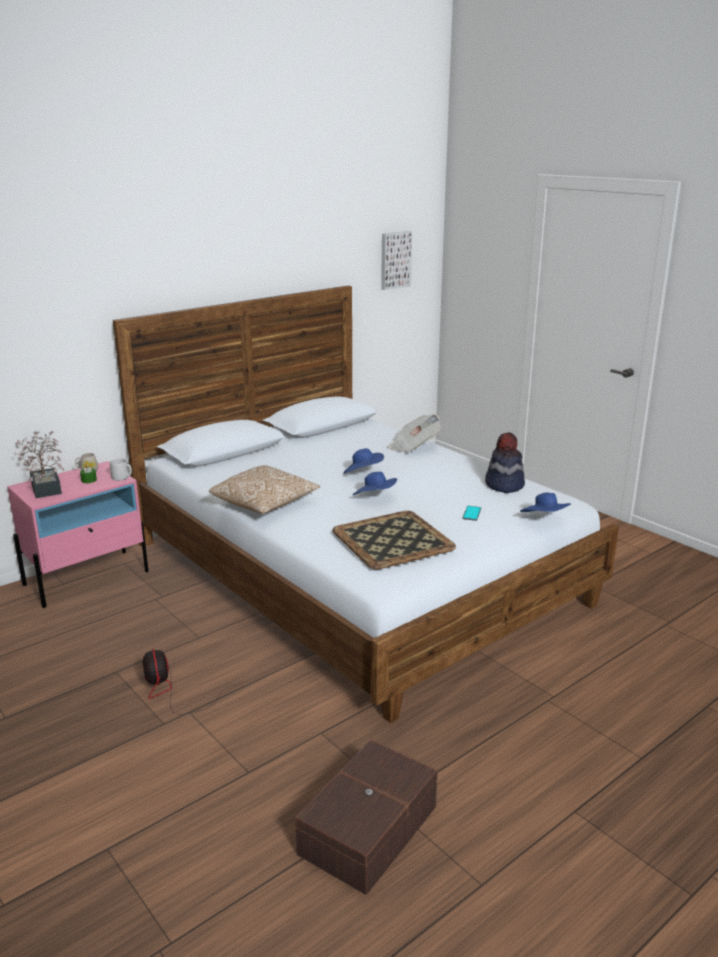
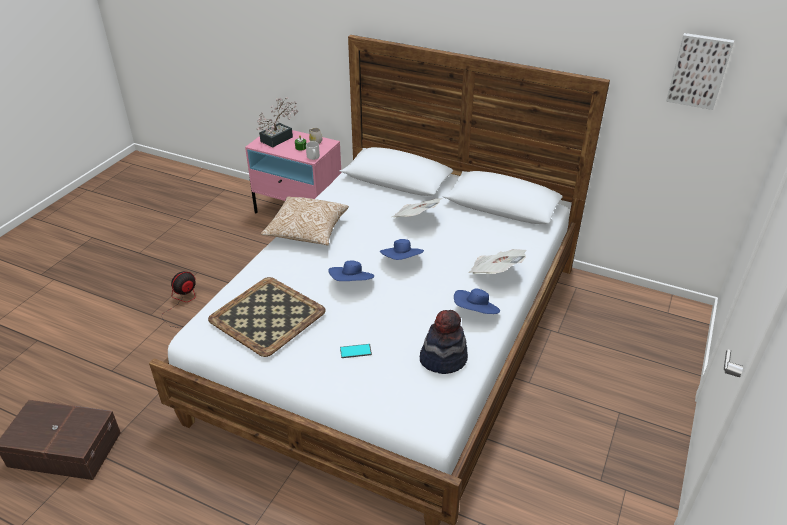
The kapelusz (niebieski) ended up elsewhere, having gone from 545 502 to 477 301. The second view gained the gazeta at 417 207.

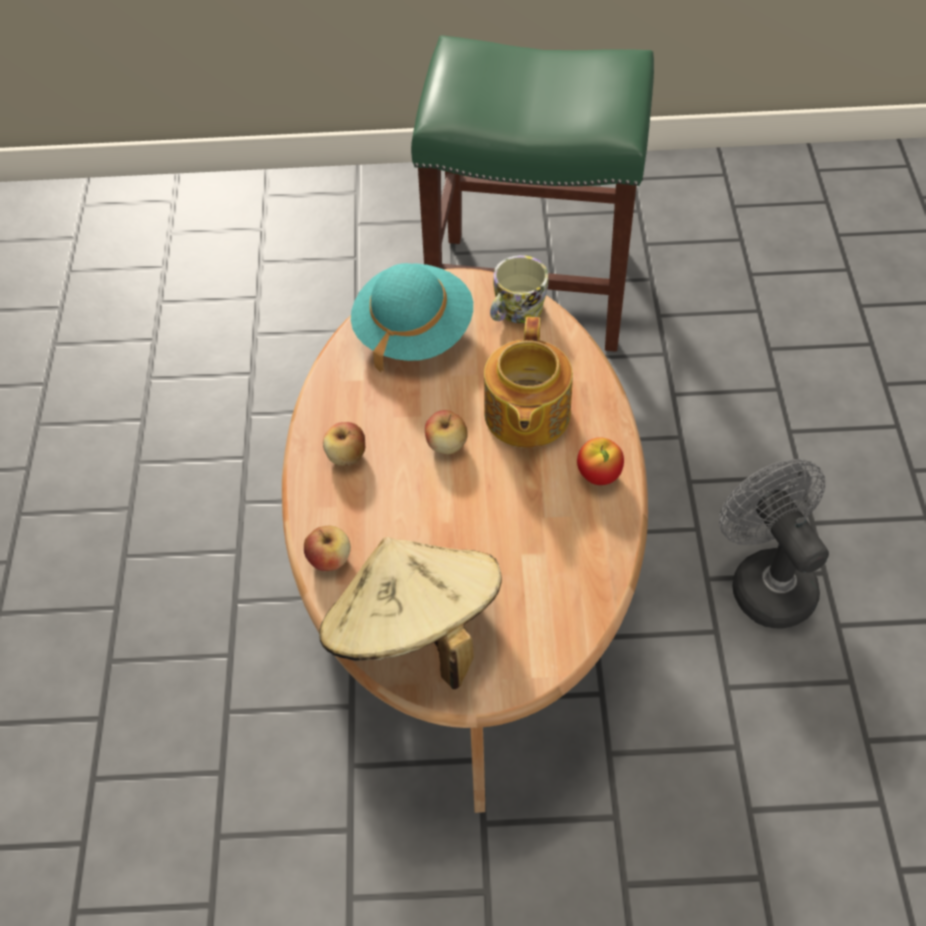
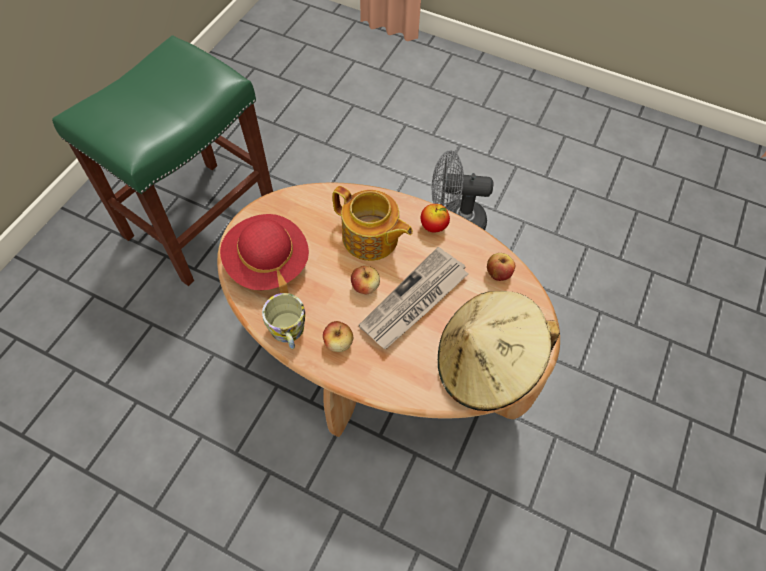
The kubek ended up elsewhere, having gone from 519 289 to 283 321. What was the kapelusz (turkusowy) at 412 317 turned into the kapelusz (czerwony) at 264 253. The jabłko ended up elsewhere, having gone from 327 548 to 501 267. The second view gained the gazeta at 413 298.

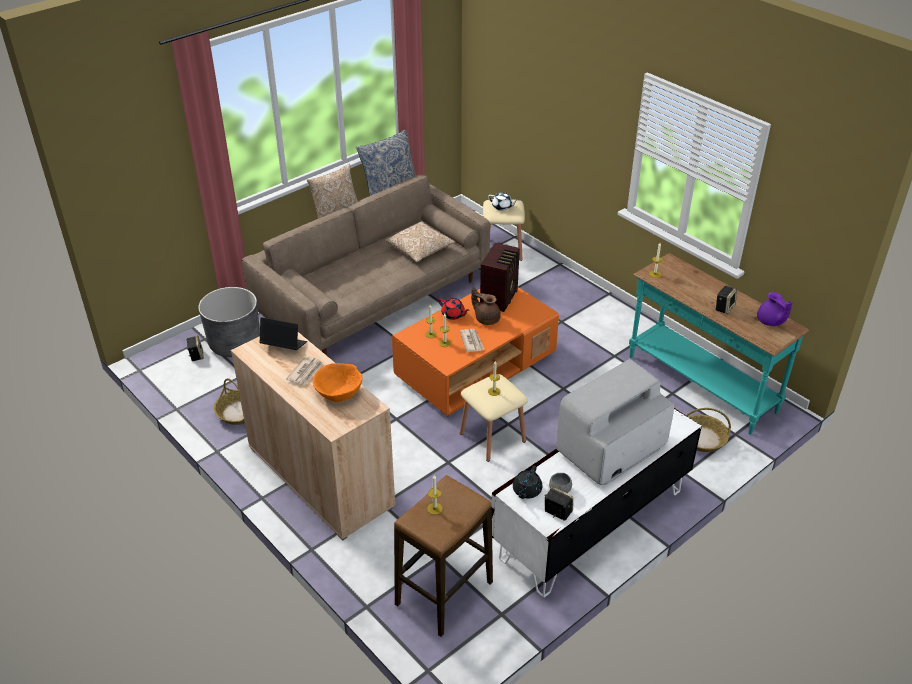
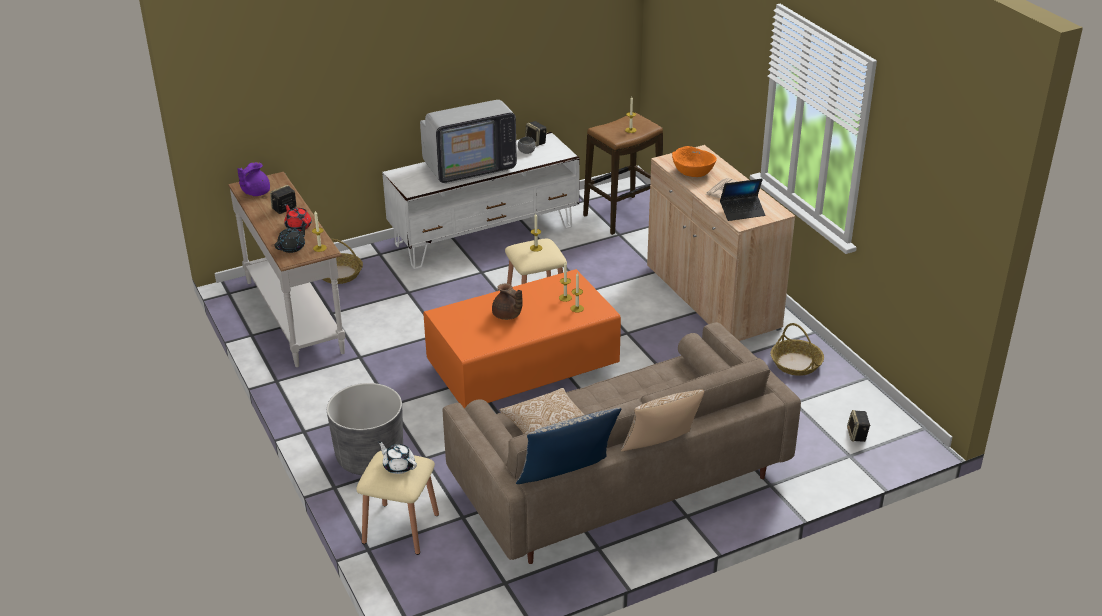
The second view lost the radio at 500 277. What was the stolik konsolowy (turkusowy) at 719 344 turned into the stolik konsolowy (biały) at 286 269. The donica (szary) ended up elsewhere, having gone from 229 322 to 365 429. The imbryk (fioletowy) at 774 309 ended up facing another way, 135 degrees counterclockwise from before. The imbryk (czerwony) ended up elsewhere, having gone from 454 309 to 298 217. The laptop at 283 333 ended up facing another way, 45 degrees counterclockwise from before. The second view lost the gazeta at 472 340. The imbryk (czarny) ended up elsewhere, having gone from 527 482 to 290 238.

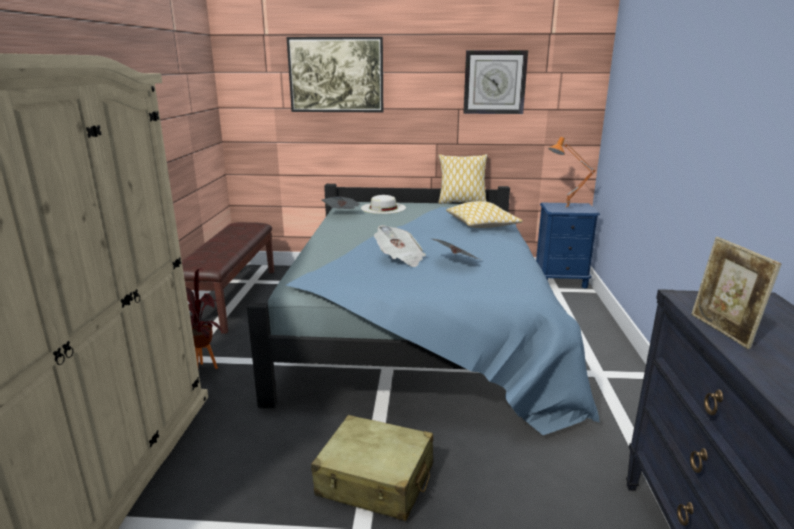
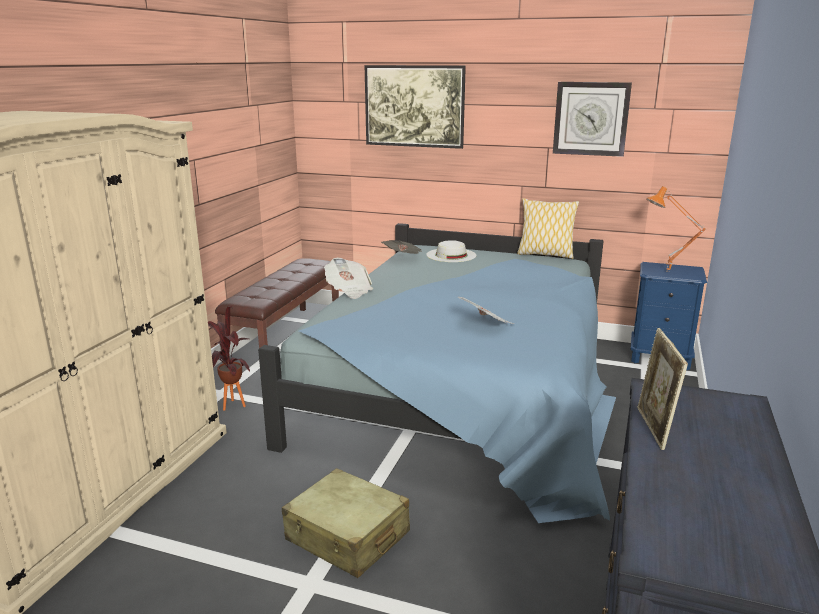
The second view lost the poduszka at 484 214. The gazeta ended up elsewhere, having gone from 400 246 to 348 278.

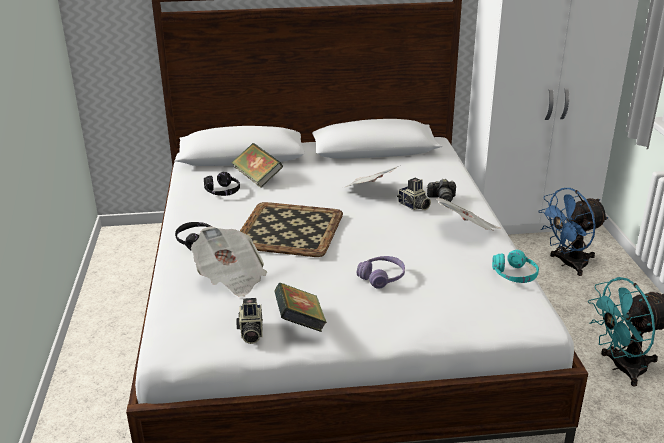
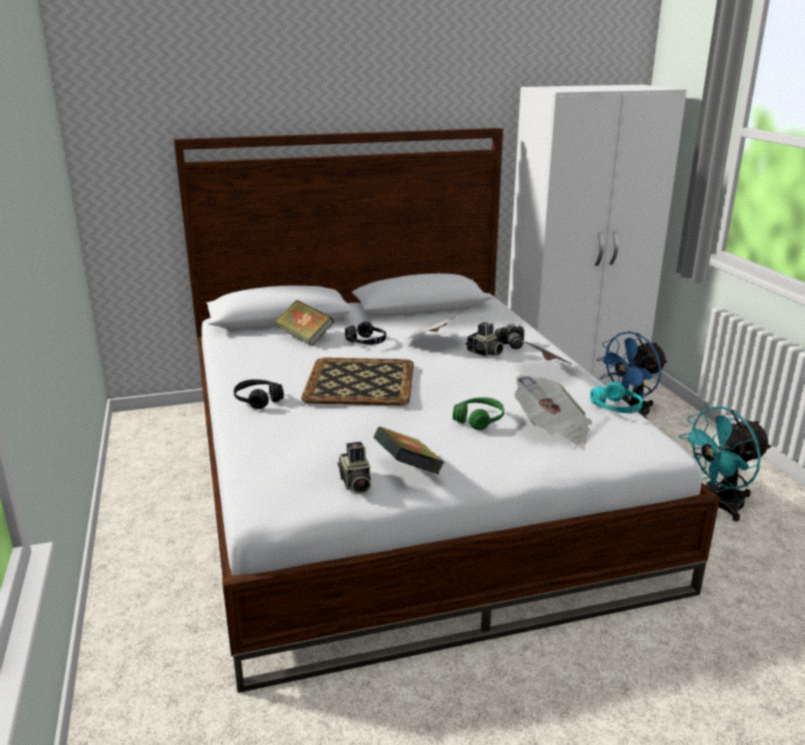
The słuchawki (czarny) ended up elsewhere, having gone from 222 184 to 365 333. The gazeta ended up elsewhere, having gone from 229 261 to 553 411. What was the słuchawki (fioletowy) at 381 272 turned into the słuchawki (zielony) at 478 413.

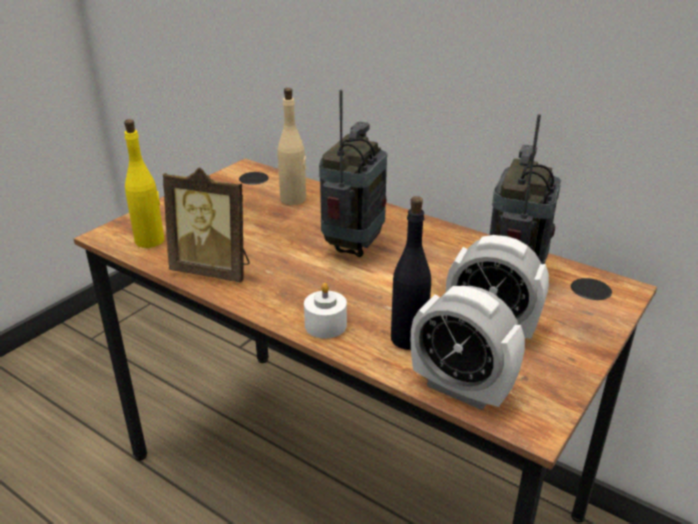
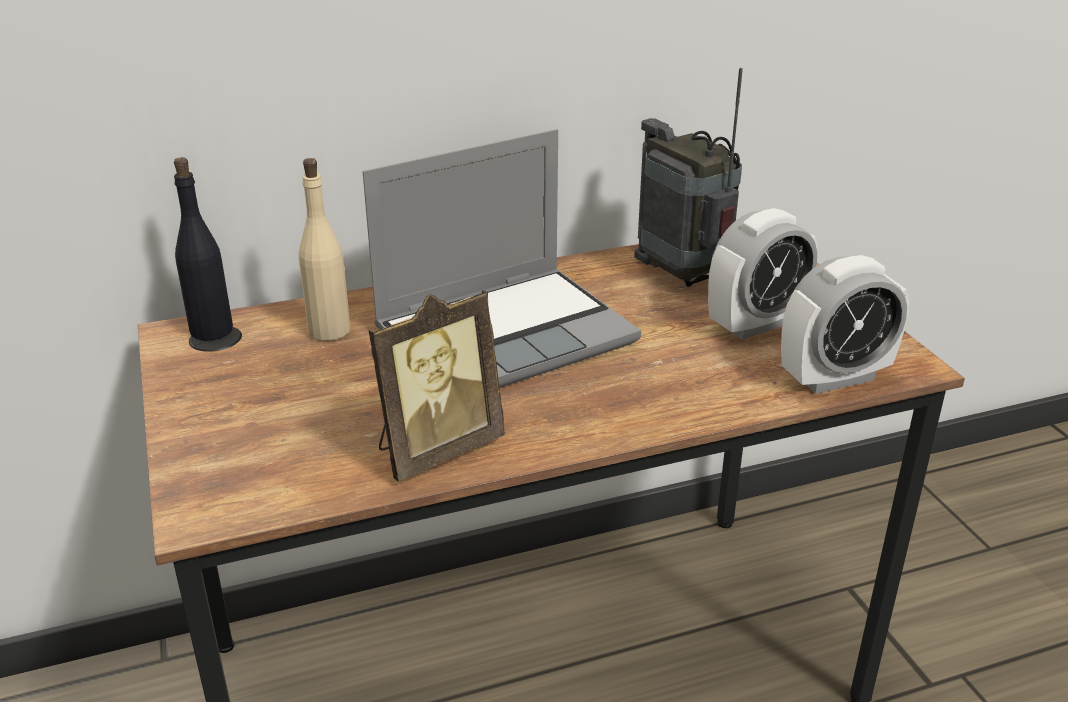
Where the radio stood at 353 173, the laptop came to stand at 501 258. The second view lost the butelka (żółty) at 144 183. The butelka (czarny) ended up elsewhere, having gone from 411 273 to 203 249. The second view lost the świeca (biały) at 325 311.

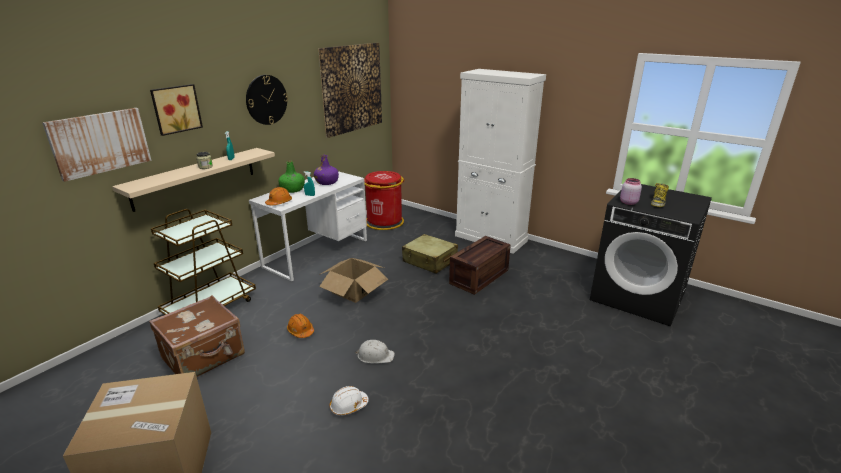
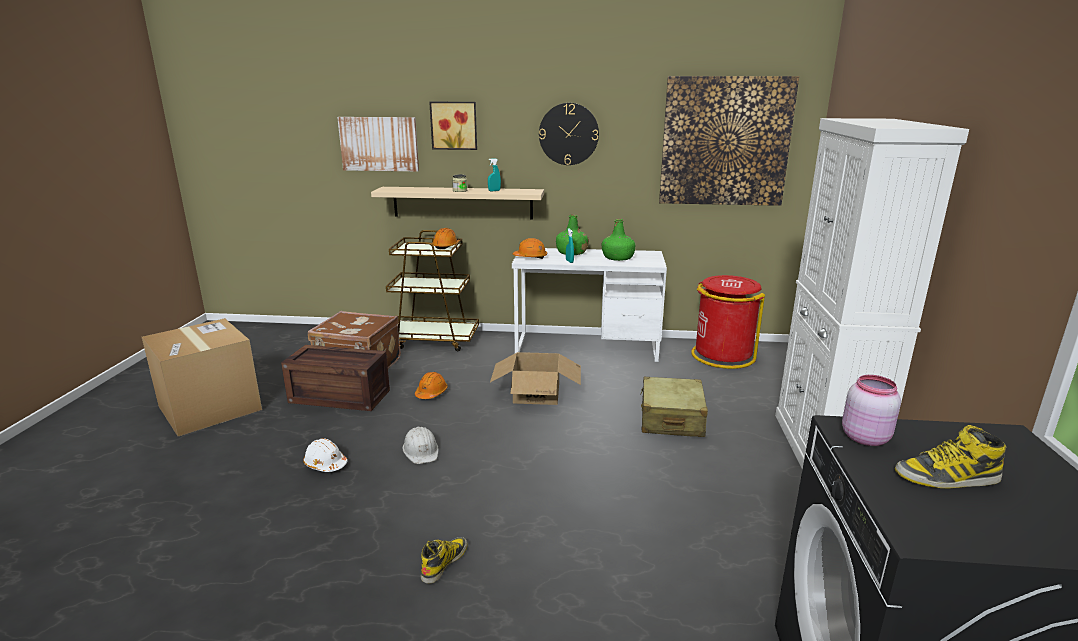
What was the butelka (fioletowy) at 326 170 turned into the butelka (zielony) at 618 240. The skrzynka ended up elsewhere, having gone from 480 265 to 335 378. The second view gained the kask (pomarańczowy) at 445 238. The second view gained the but z cholewką at 444 560.

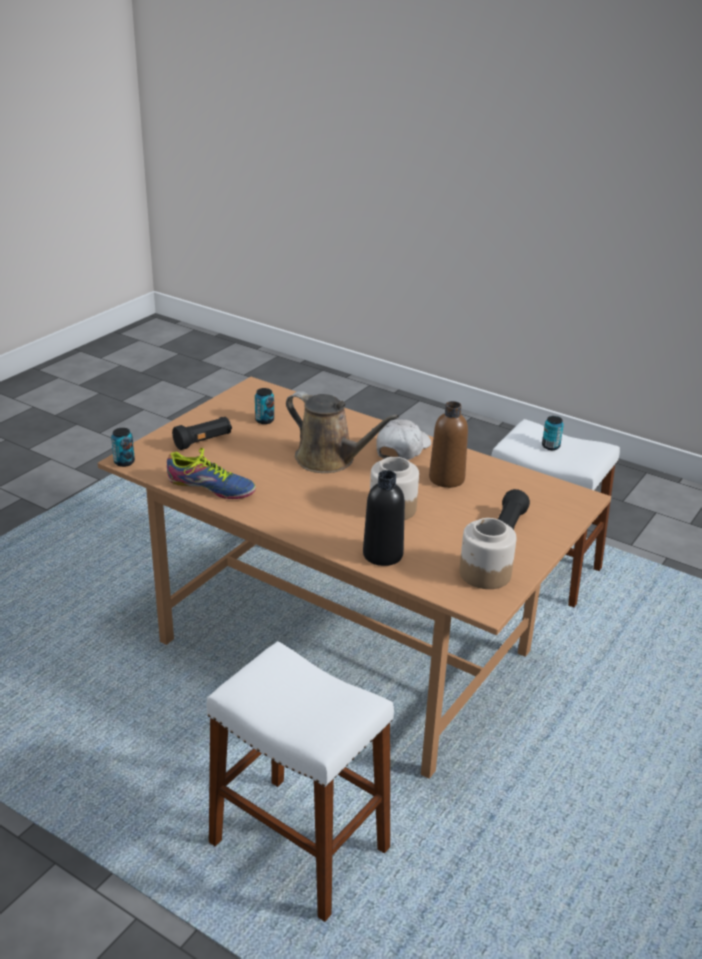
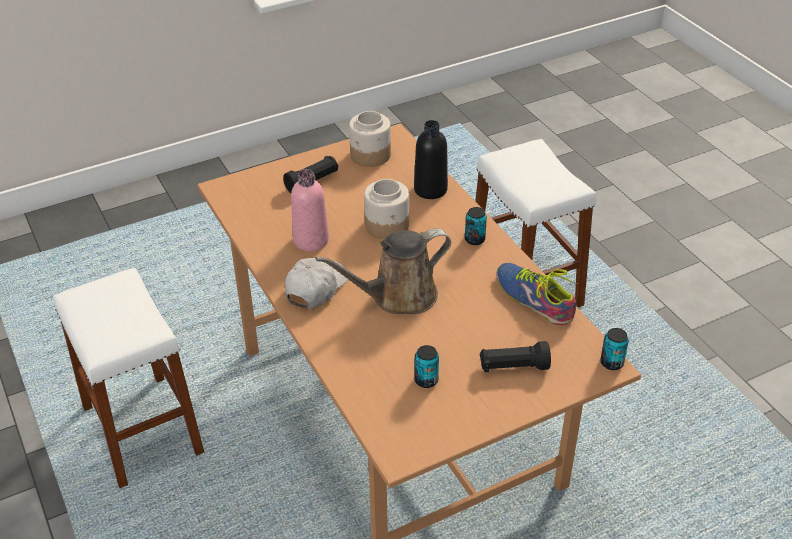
The konewka (brązowy) at 342 432 ended up facing another way, 90 degrees counterclockwise from before. What was the butelka (brązowy) at 448 444 turned into the butelka (różowy) at 310 210. The puszka ended up elsewhere, having gone from 553 433 to 476 226. The czapka z daszkiem (biały) at 403 440 ended up facing another way, 150 degrees clockwise from before.

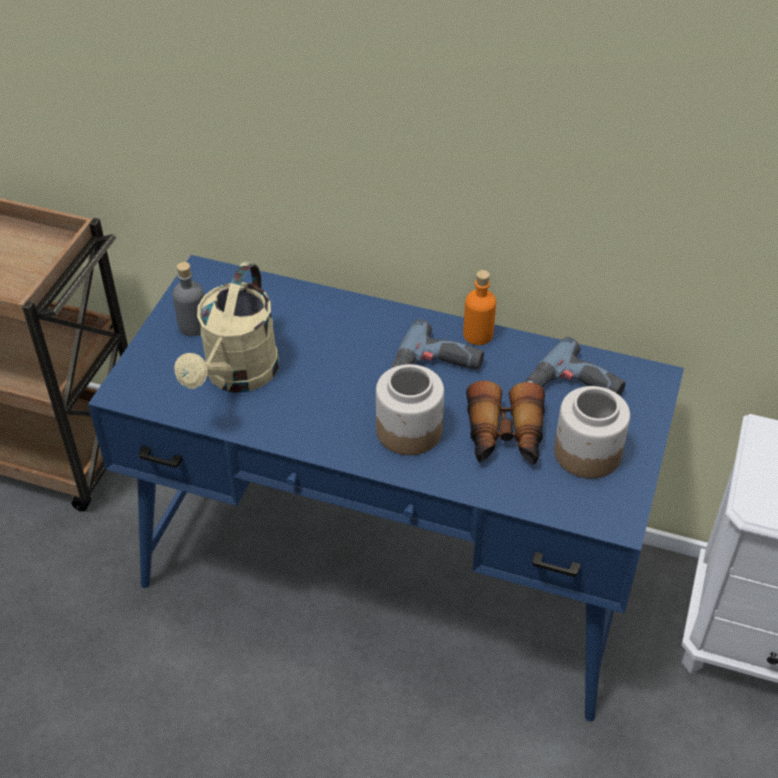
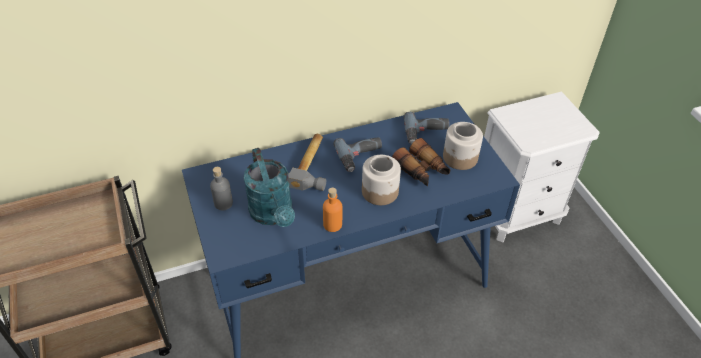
What was the konewka (beżowy) at 226 327 turned into the konewka (turkusowy) at 269 187. The butelka (pomarańczowy) ended up elsewhere, having gone from 479 307 to 332 210. The second view gained the młotek at 307 162.

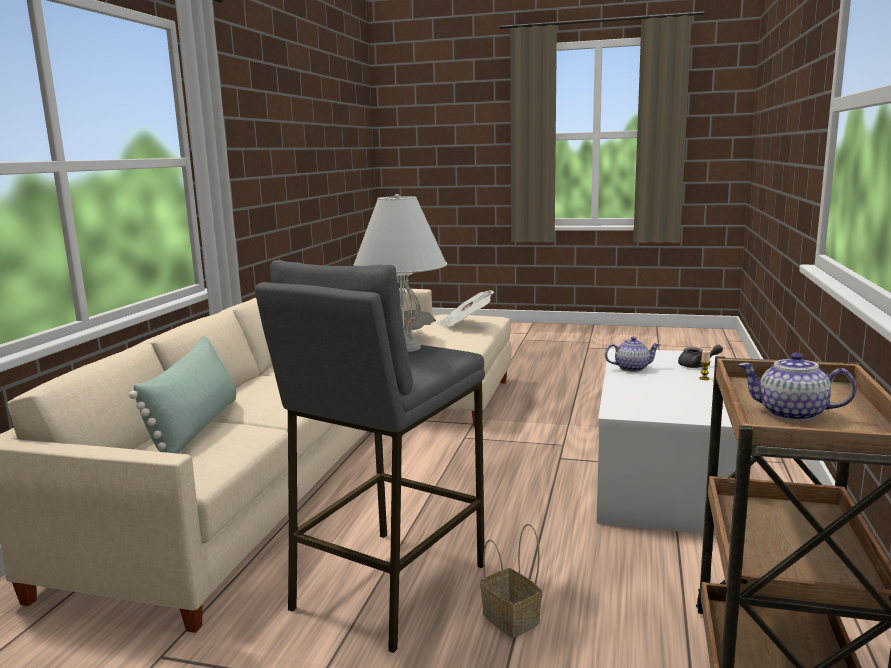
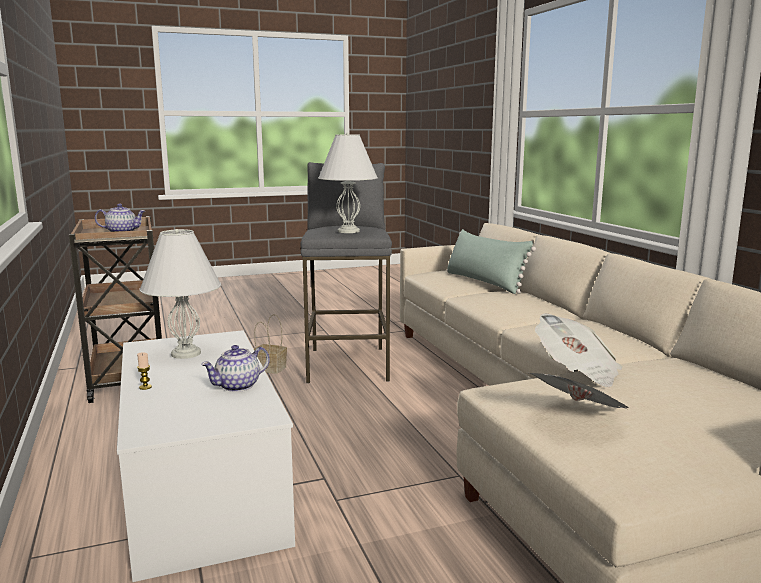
The second view lost the imbryk (szary) at 700 356. The second view gained the lampa stołowa (biały) at 180 294.

